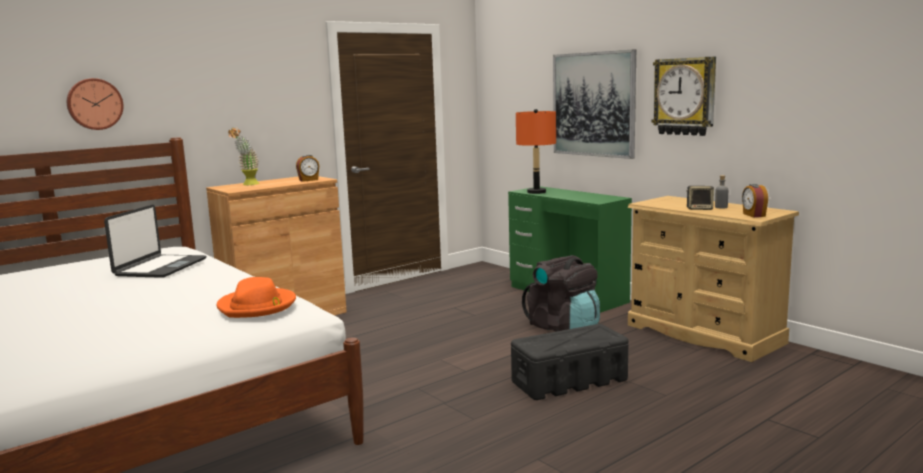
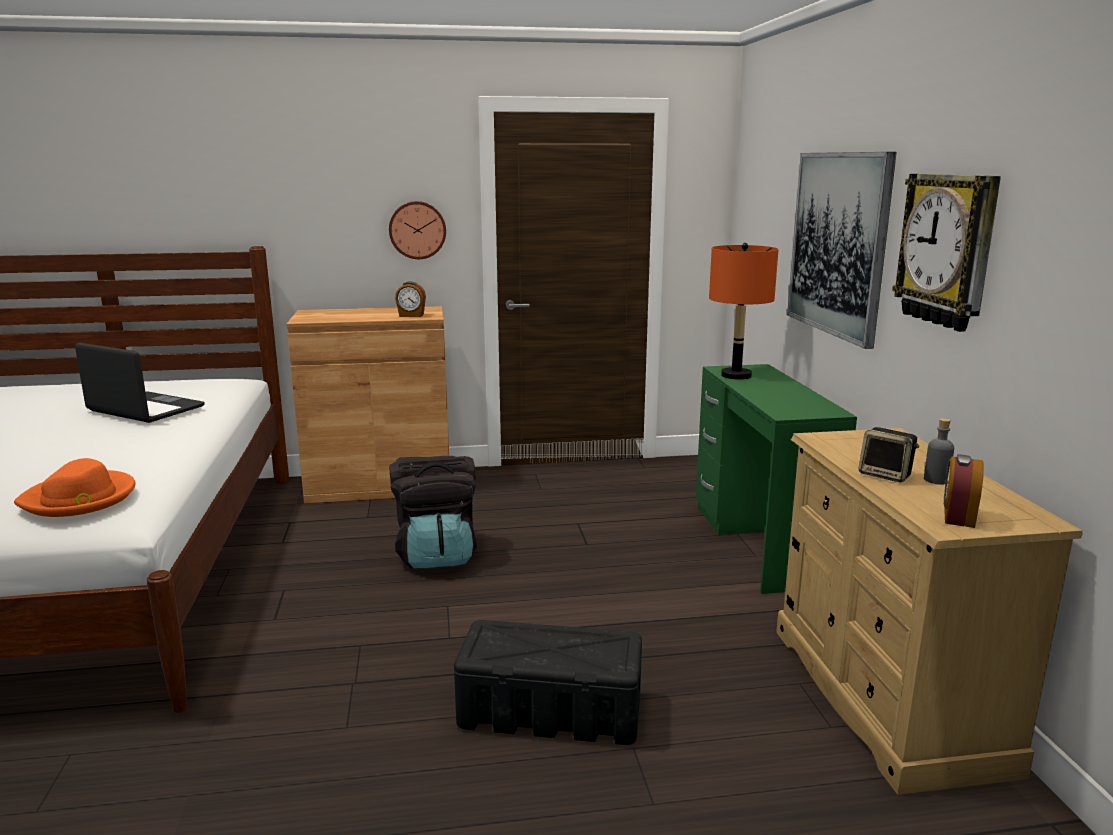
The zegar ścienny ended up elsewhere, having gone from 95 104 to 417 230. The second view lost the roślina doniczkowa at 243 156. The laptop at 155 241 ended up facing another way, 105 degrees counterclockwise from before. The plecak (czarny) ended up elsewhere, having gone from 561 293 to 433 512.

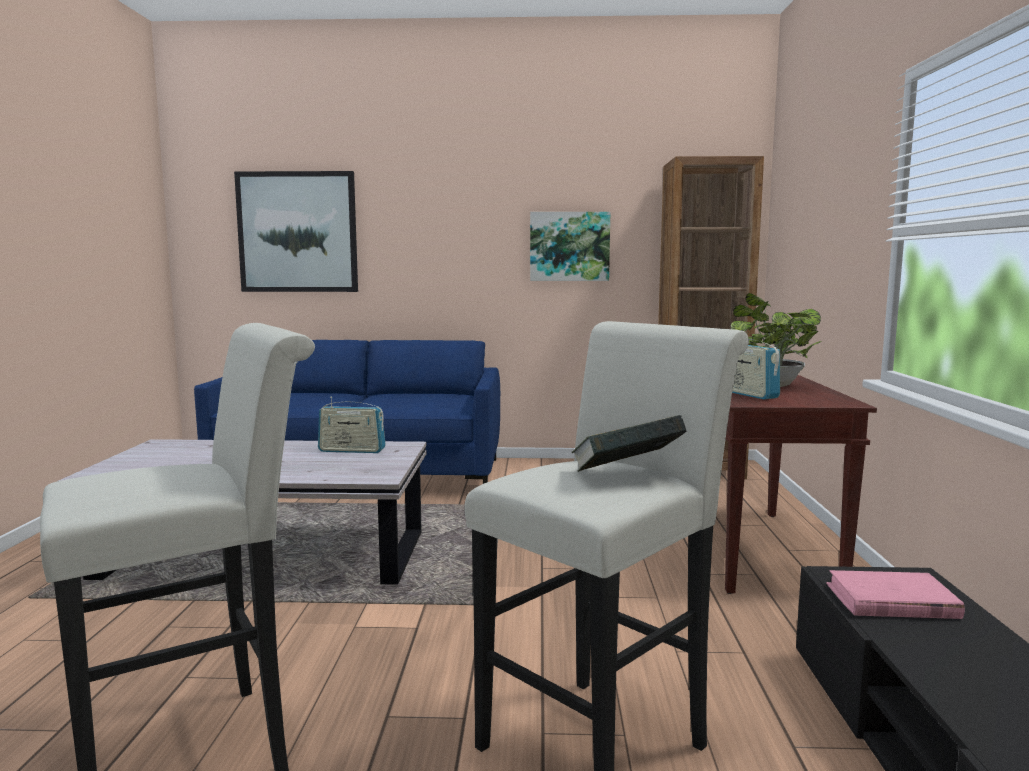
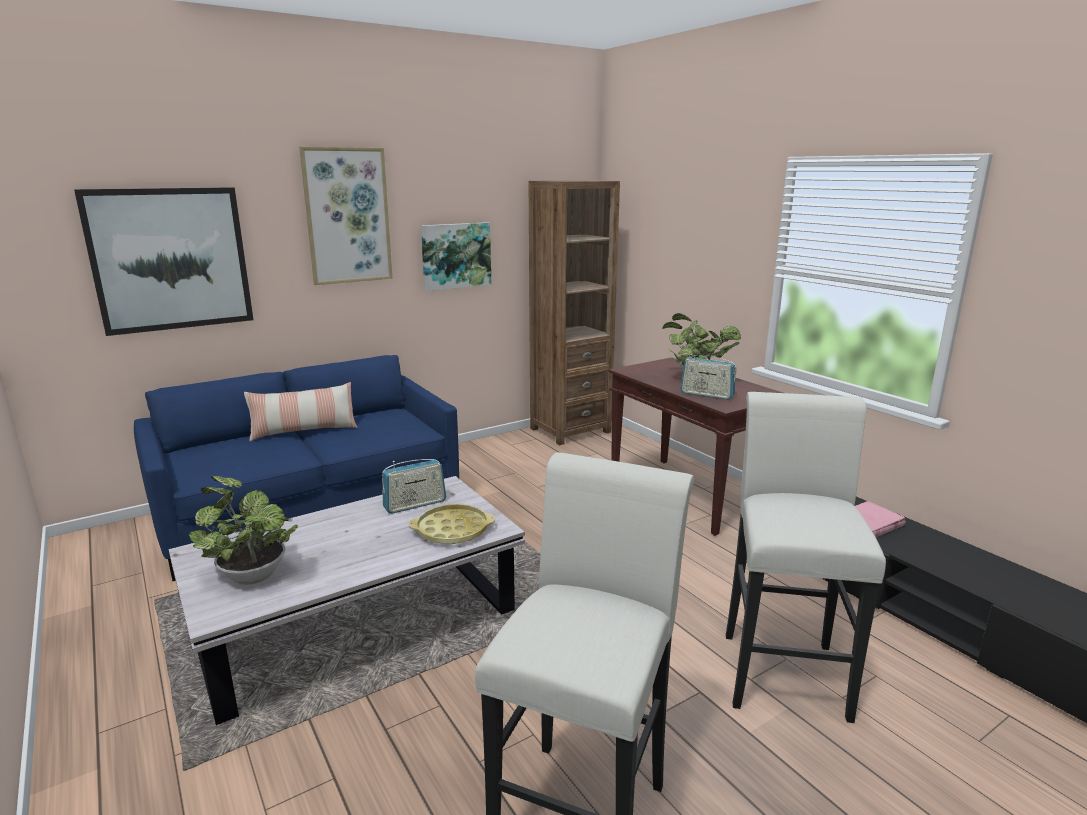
The second view lost the książka at 628 443. The second view gained the obraz at 345 216. The second view gained the poduszka at 301 412. The second view gained the roślina doniczkowa at 243 530. The second view gained the taca (żółty) at 452 524.

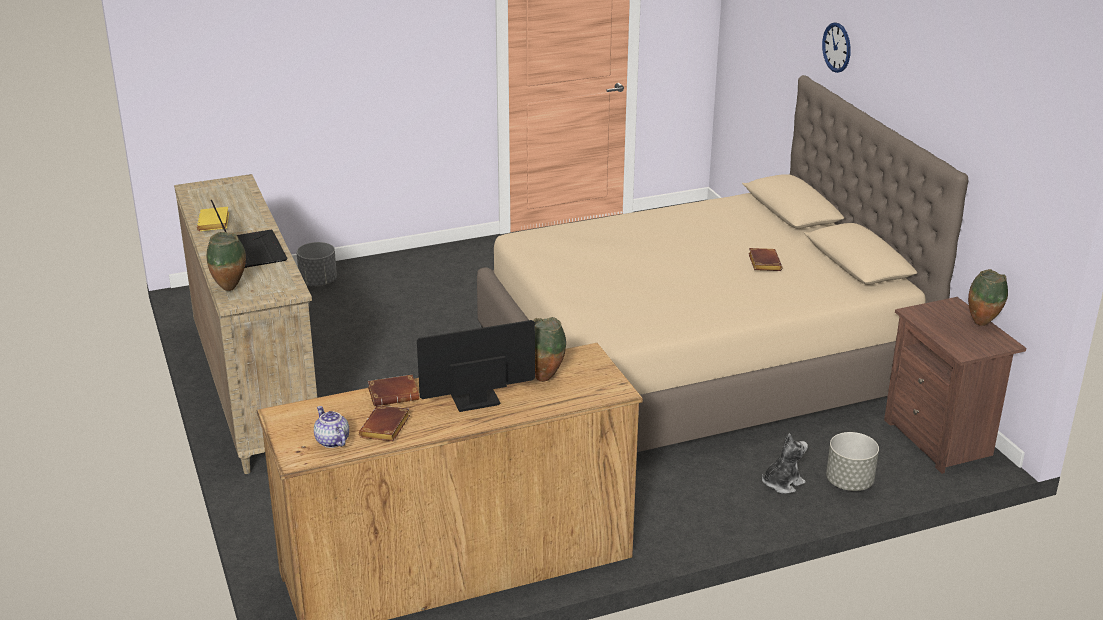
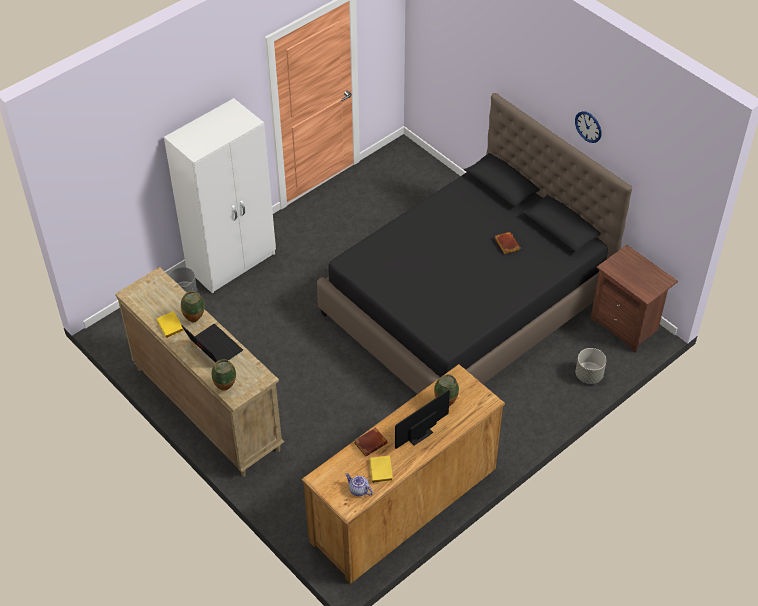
The zegar ścienny ended up elsewhere, having gone from 836 47 to 588 127. What was the łóżko (beżowy) at 722 263 turned into the łóżko (czarny) at 474 243. The wazon ended up elsewhere, having gone from 988 297 to 193 306. What was the książka (brązowy) at 384 423 turned into the książka (żółty) at 381 469. The second view lost the pluszak at 785 463. The second view gained the szafa (biały) at 220 196.

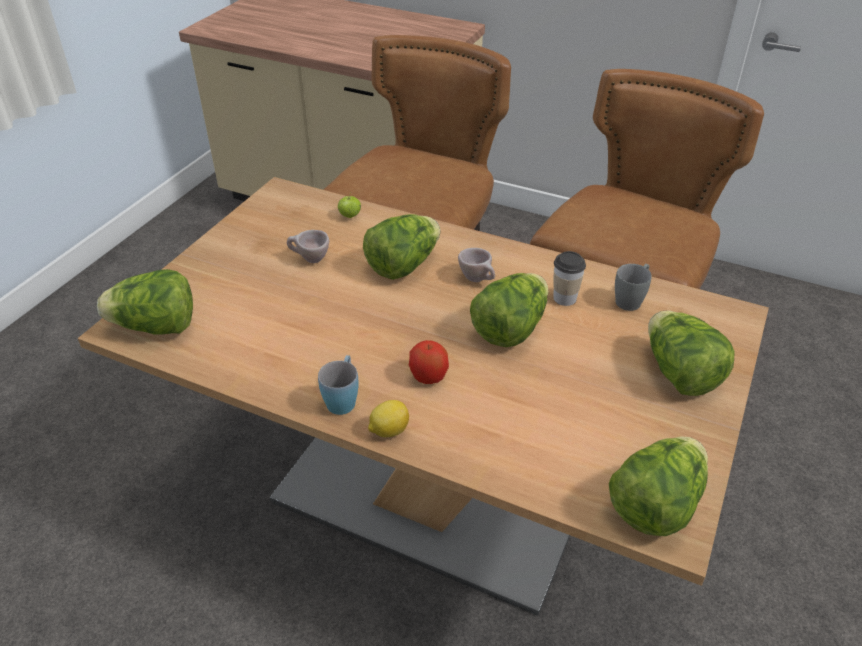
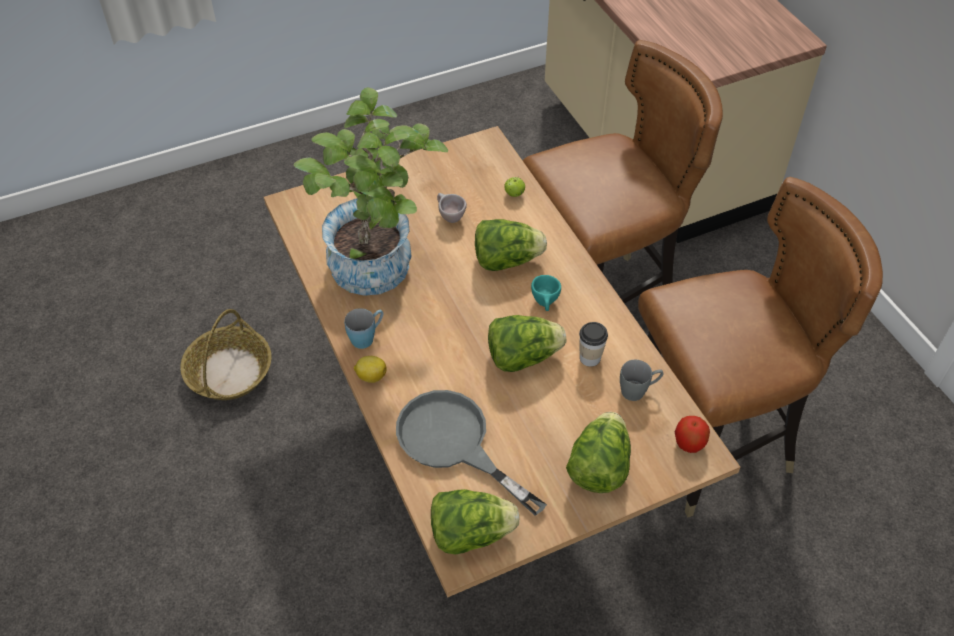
What was the filiżanka (beżowy) at 476 265 turned into the filiżanka (turkusowy) at 546 293. The second view lost the sałata at 145 301. The jabłko ended up elsewhere, having gone from 429 362 to 692 434. The second view gained the roślina doniczkowa at 371 191. The second view gained the koszyk at 226 354. The second view gained the patelnia (szary) at 471 453.

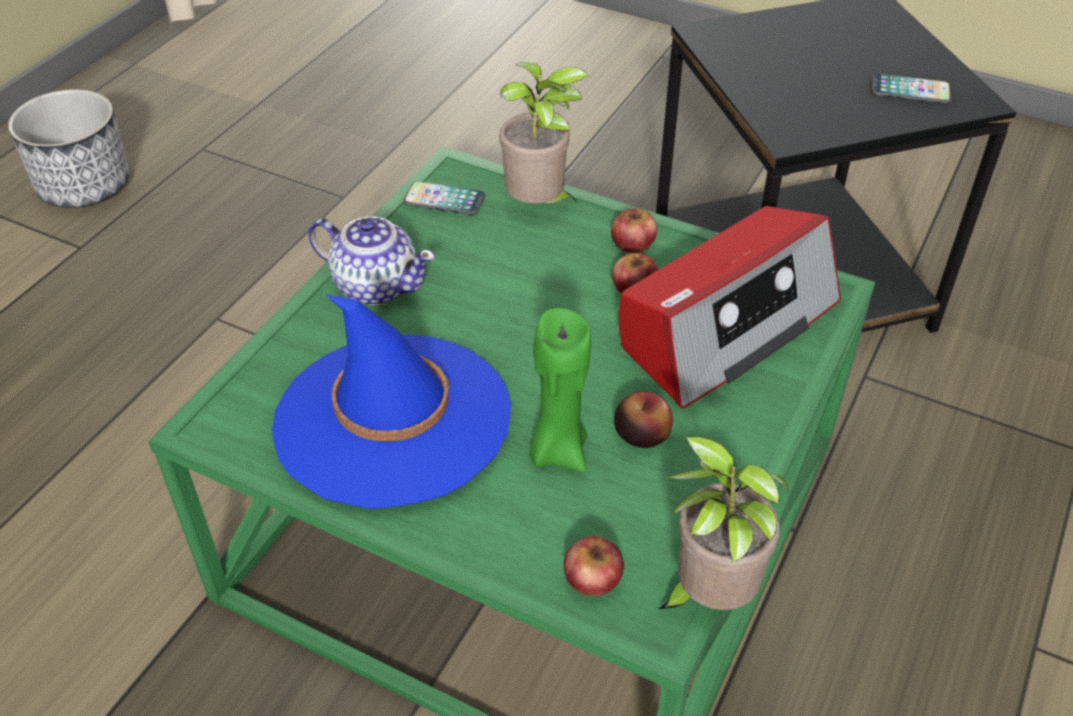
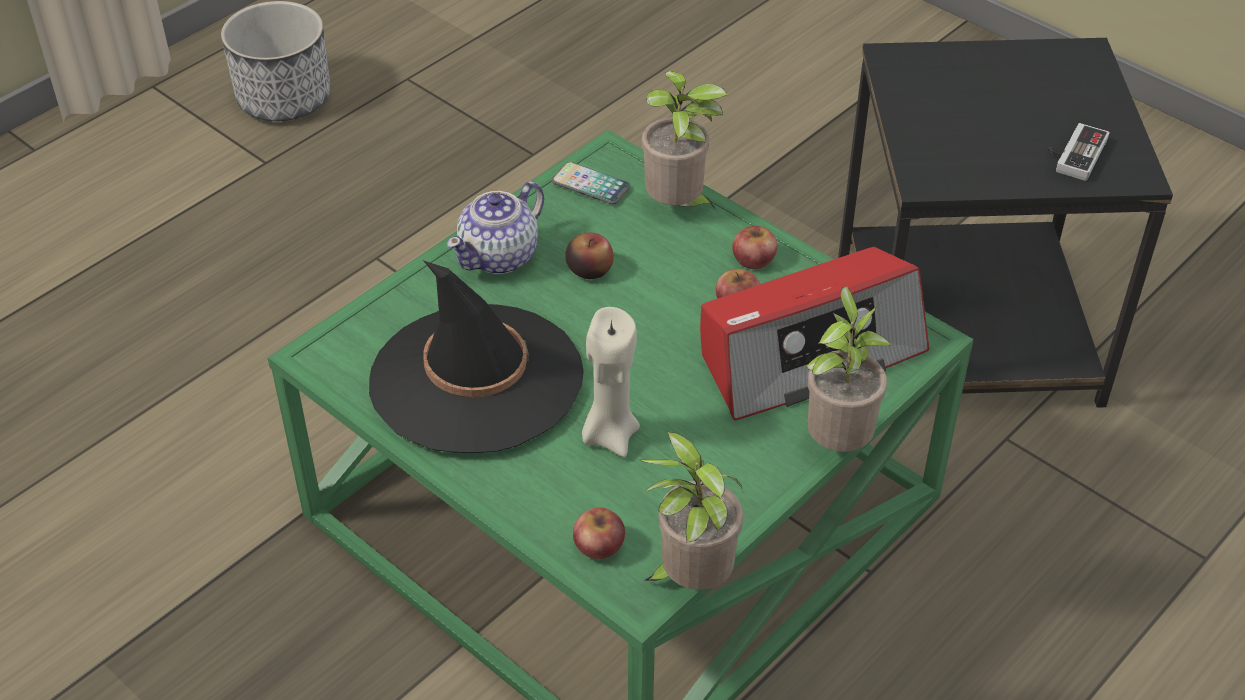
Where the telefon stood at 911 88, the pad do gier came to stand at 1079 152. The imbryk at 371 261 ended up facing another way, 90 degrees clockwise from before. What was the kapelusz (niebieski) at 391 402 turned into the kapelusz (czarny) at 476 356. What was the świeca (zielony) at 560 390 turned into the świeca (beżowy) at 611 382. The jabłko ended up elsewhere, having gone from 643 419 to 589 256. The second view gained the roślina doniczkowa at 849 369.

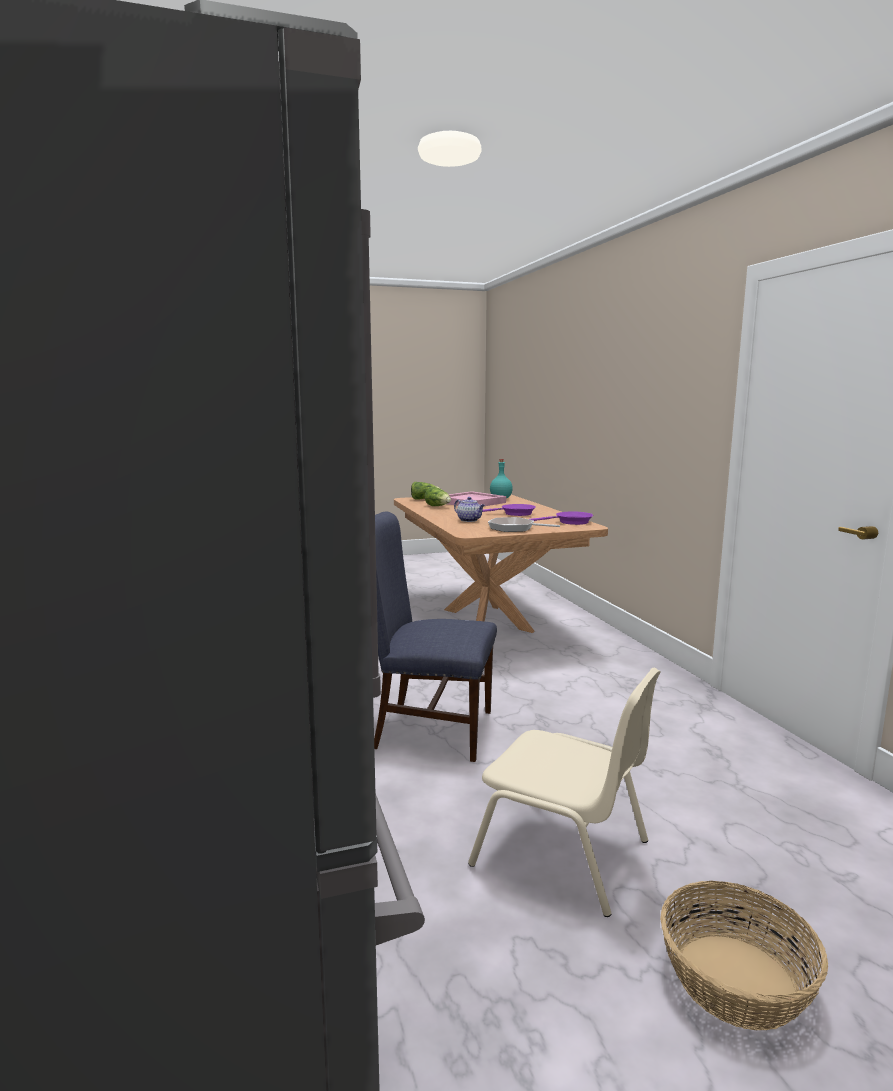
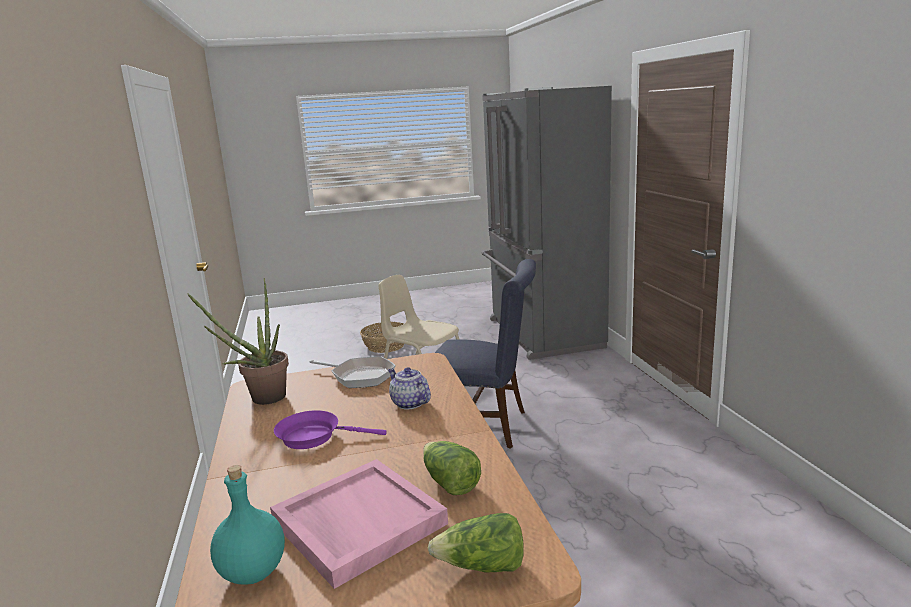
Where the patelnia (fioletowy) stood at 561 518, the roślina doniczkowa came to stand at 238 341.

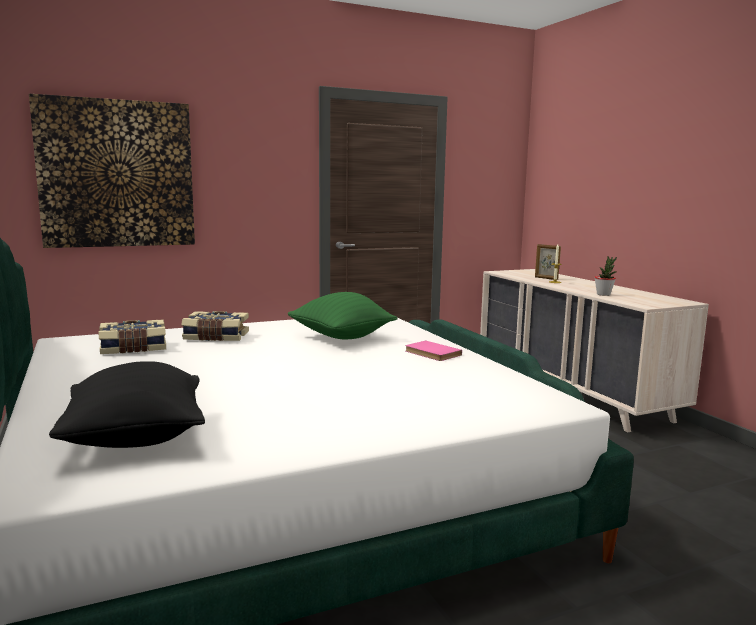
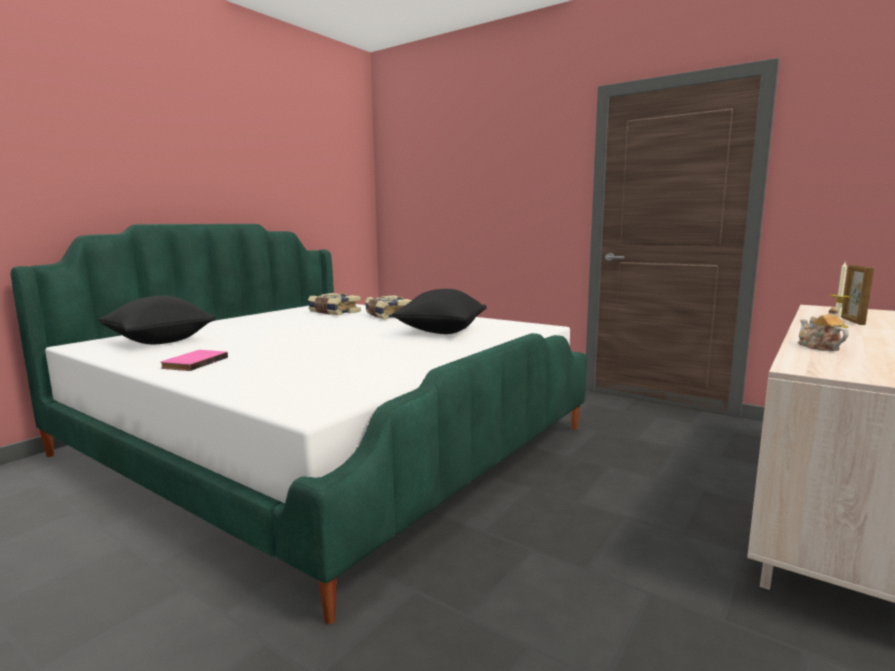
The second view lost the obraz at 112 171. Where the roślina doniczkowa stood at 605 276, the imbryk came to stand at 823 329. What was the poduszka (zielony) at 343 315 turned into the poduszka (czarny) at 439 311. The książka (różowy) ended up elsewhere, having gone from 433 351 to 194 360.

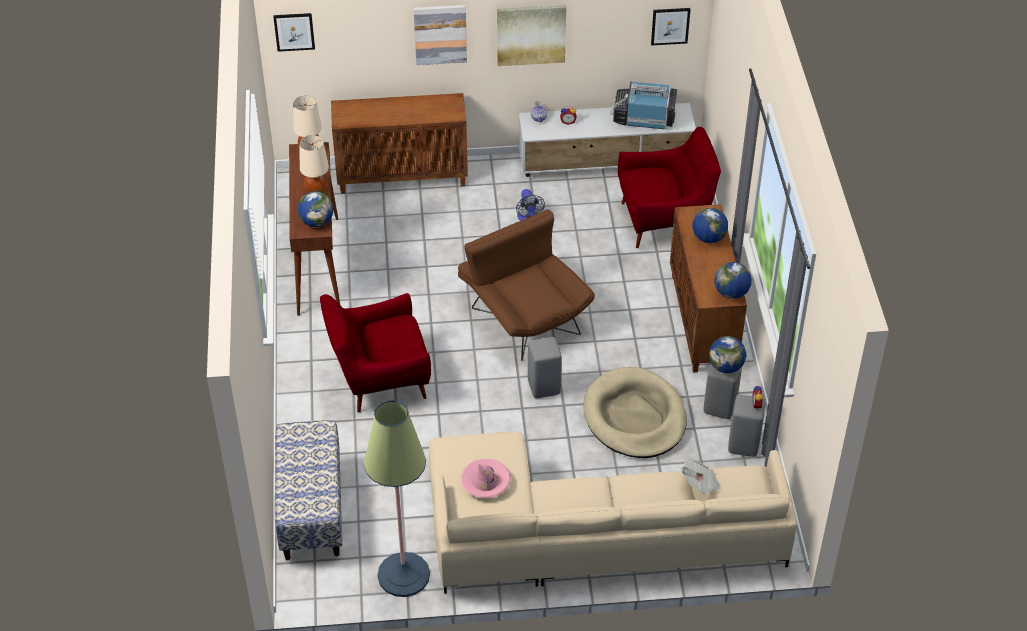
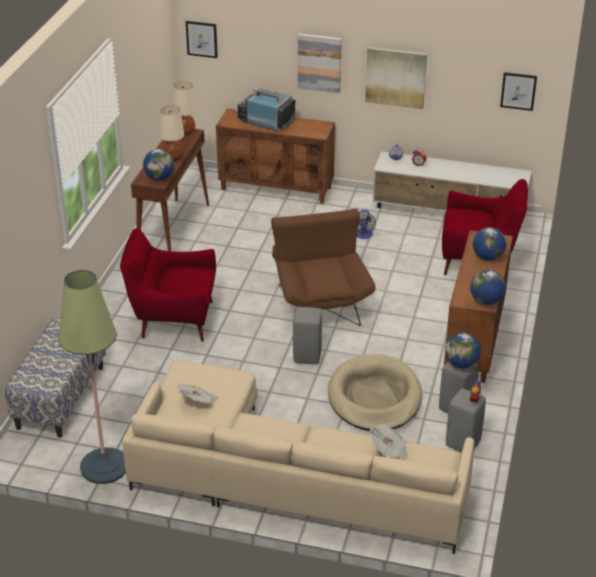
The telewizor ended up elsewhere, having gone from 643 105 to 266 109. Where the kapelusz (różowy) stood at 486 478, the gazeta came to stand at 197 394.

